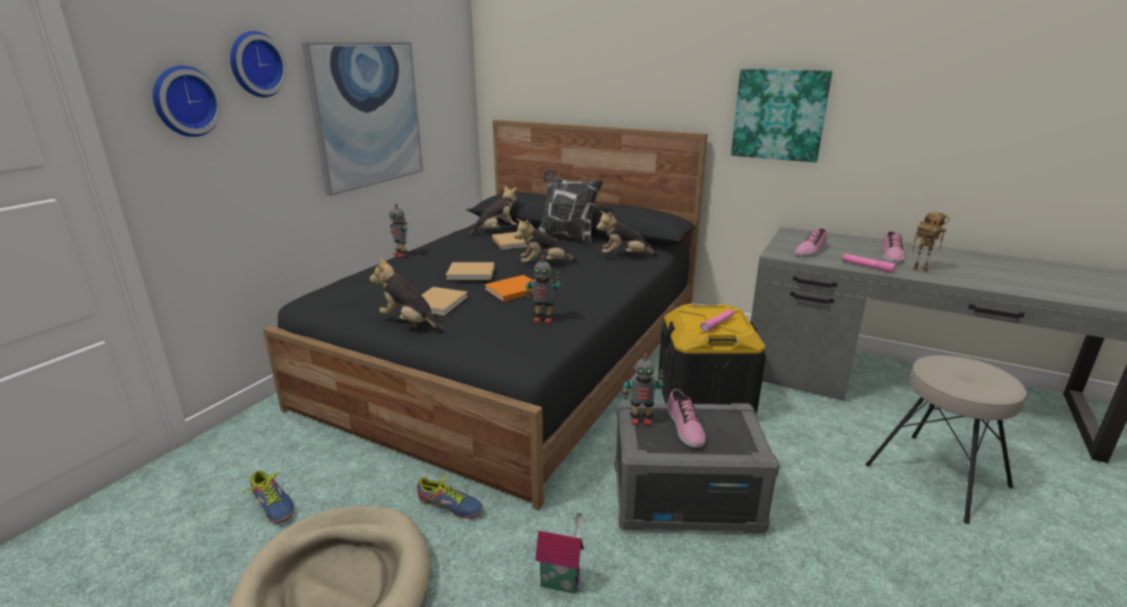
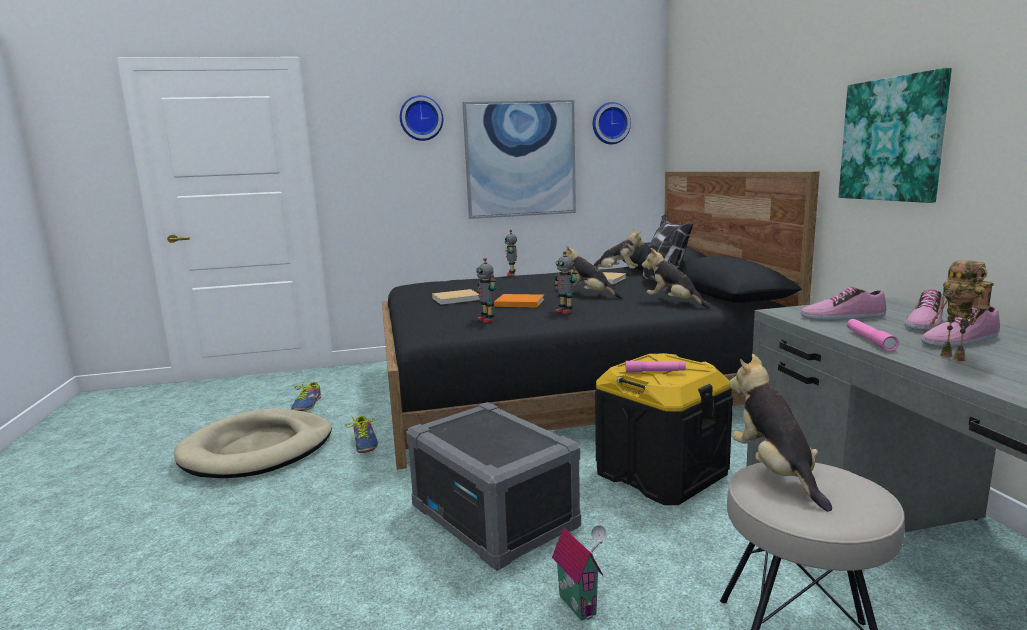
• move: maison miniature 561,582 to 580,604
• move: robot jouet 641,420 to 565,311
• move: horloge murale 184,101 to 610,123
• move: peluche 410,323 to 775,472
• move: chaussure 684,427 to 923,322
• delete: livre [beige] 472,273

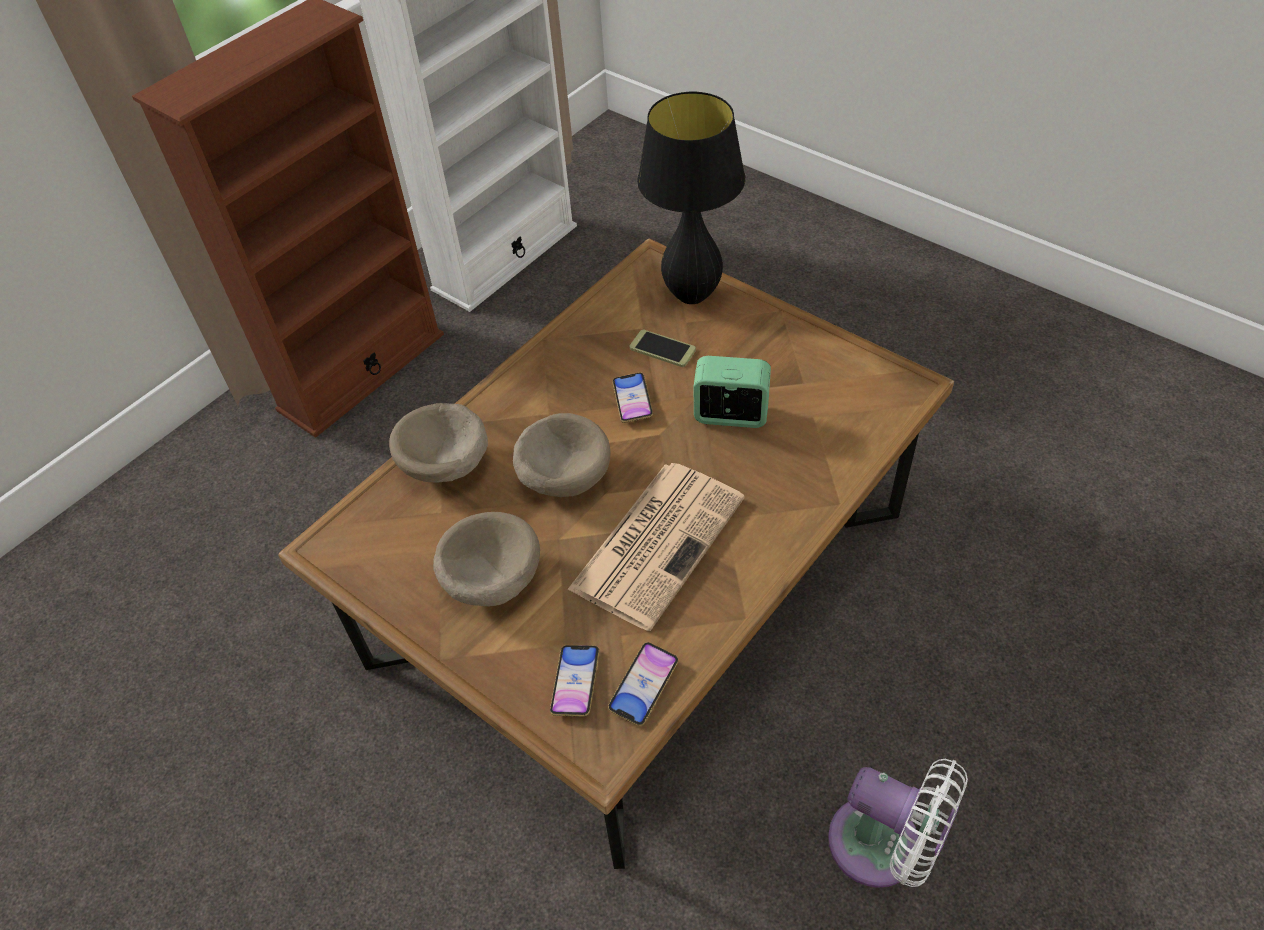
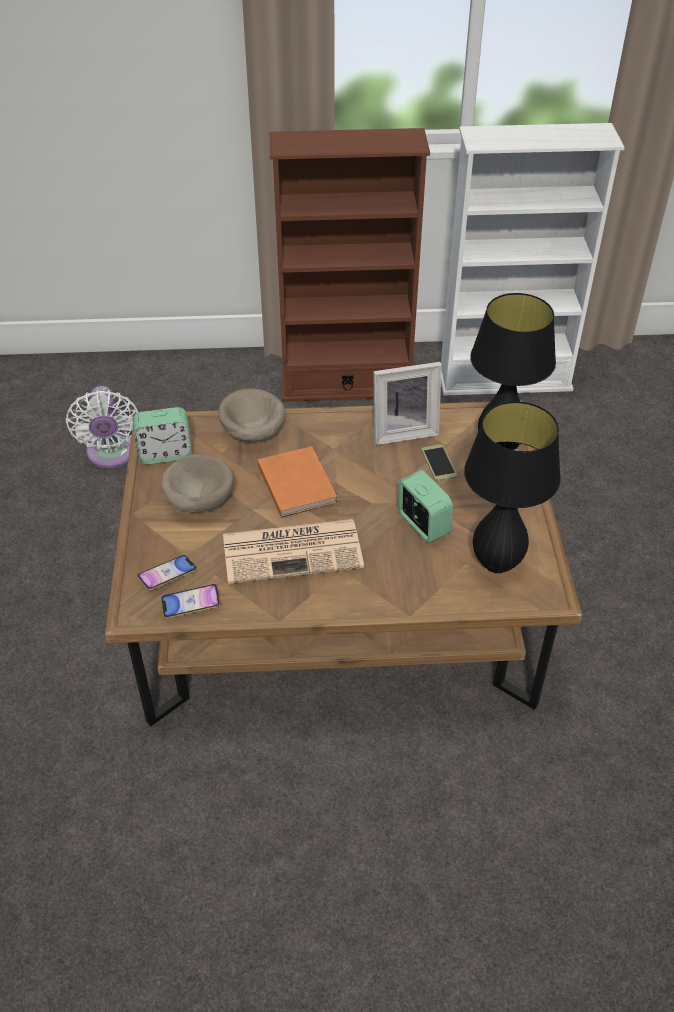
• move: ventilateur [blanc] 884,847 to 112,455
• insert: réveil 165,454
• replace: bol [beige] 563,475 to livre [orange] 297,482
• insert: cadre photo 403,431
• insert: lampe de table [noir] 496,564
• delete: téléphone 632,401

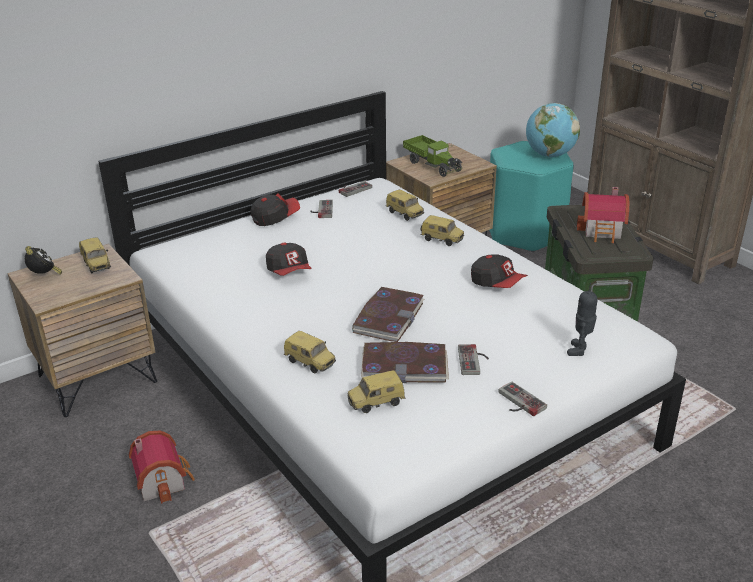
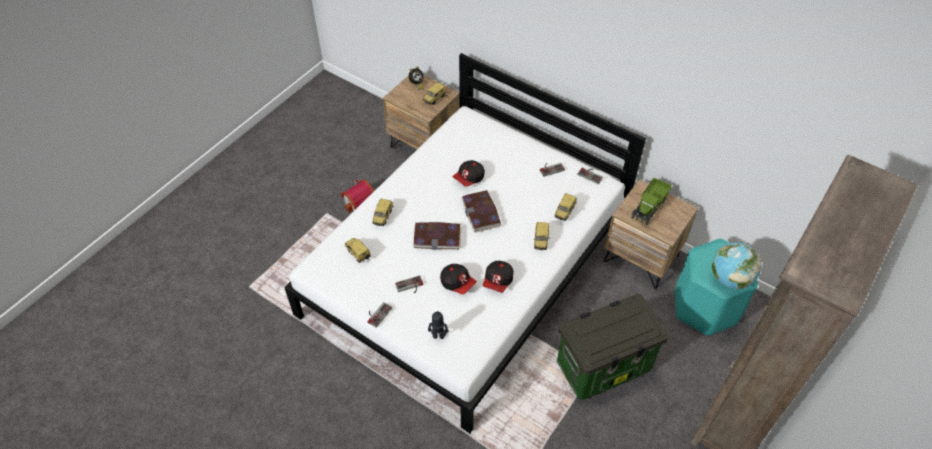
• move: casquette 275,218 to 457,283
• move: livre 404,366 to 481,213
• delete: maison miniature 603,231

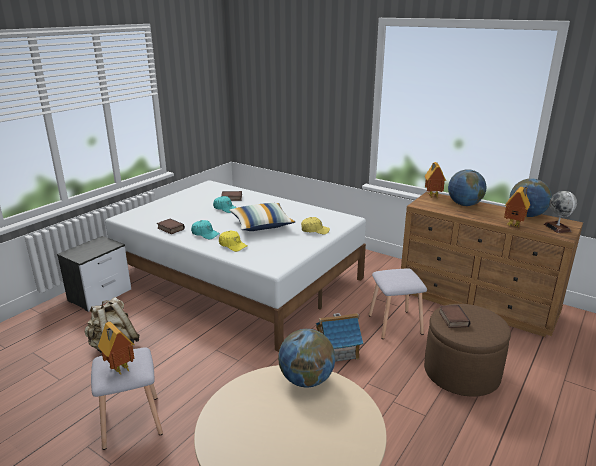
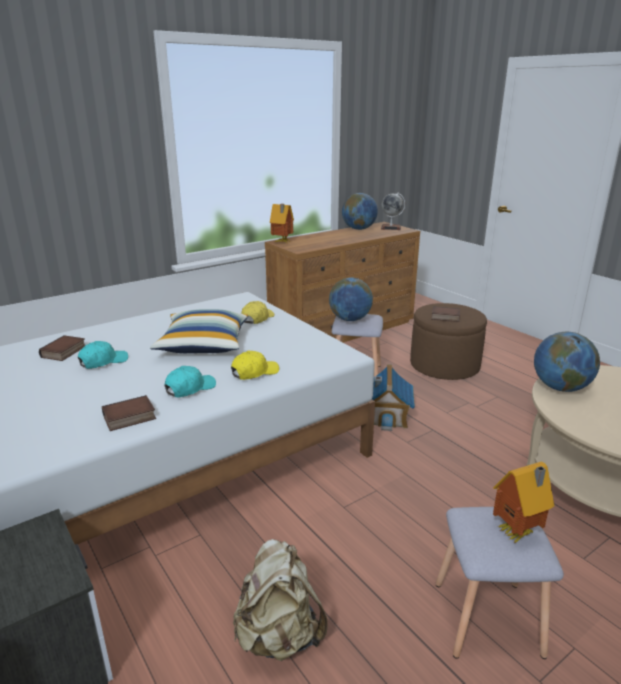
• move: globe 464,204 to 350,319
• delete: maison miniature 514,225

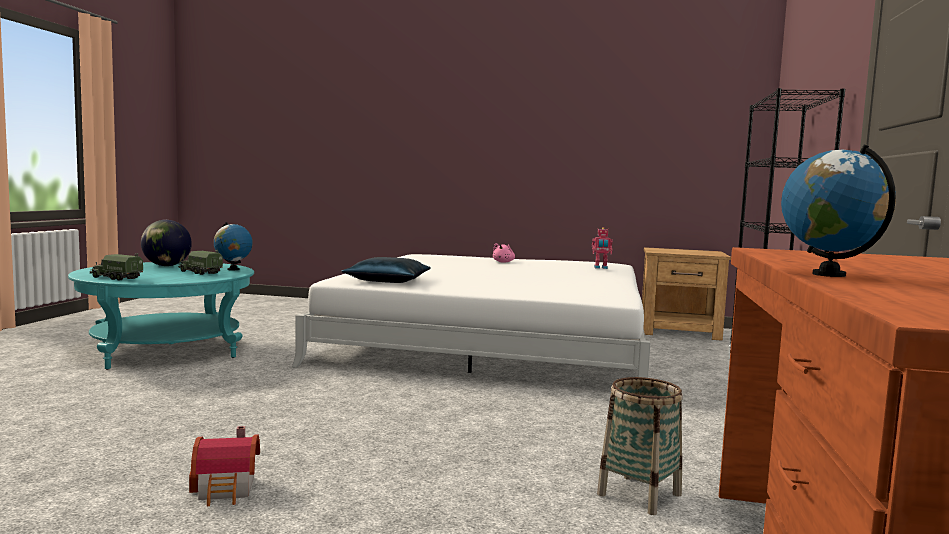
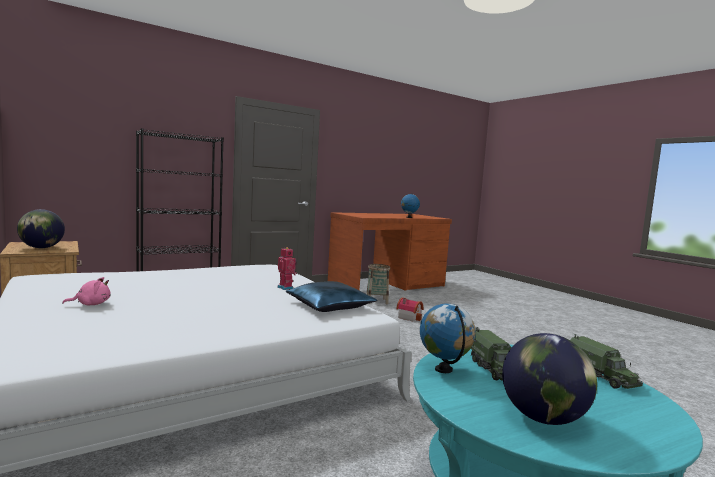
• insert: globe 41,248
• move: robot jouet 600,268 to 286,287
• move: maison miniature 228,490 to 409,317

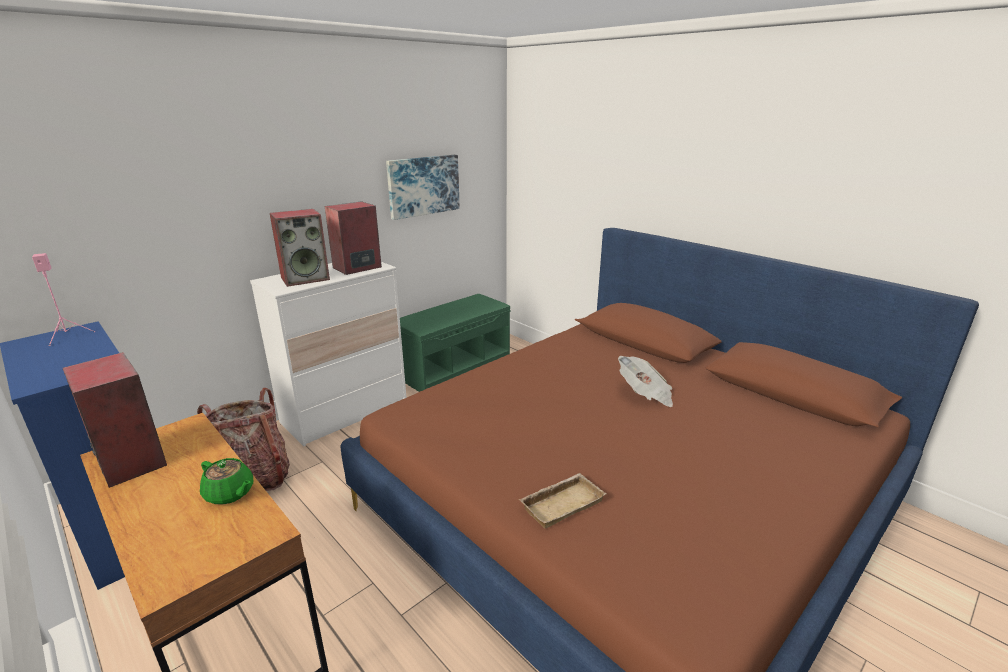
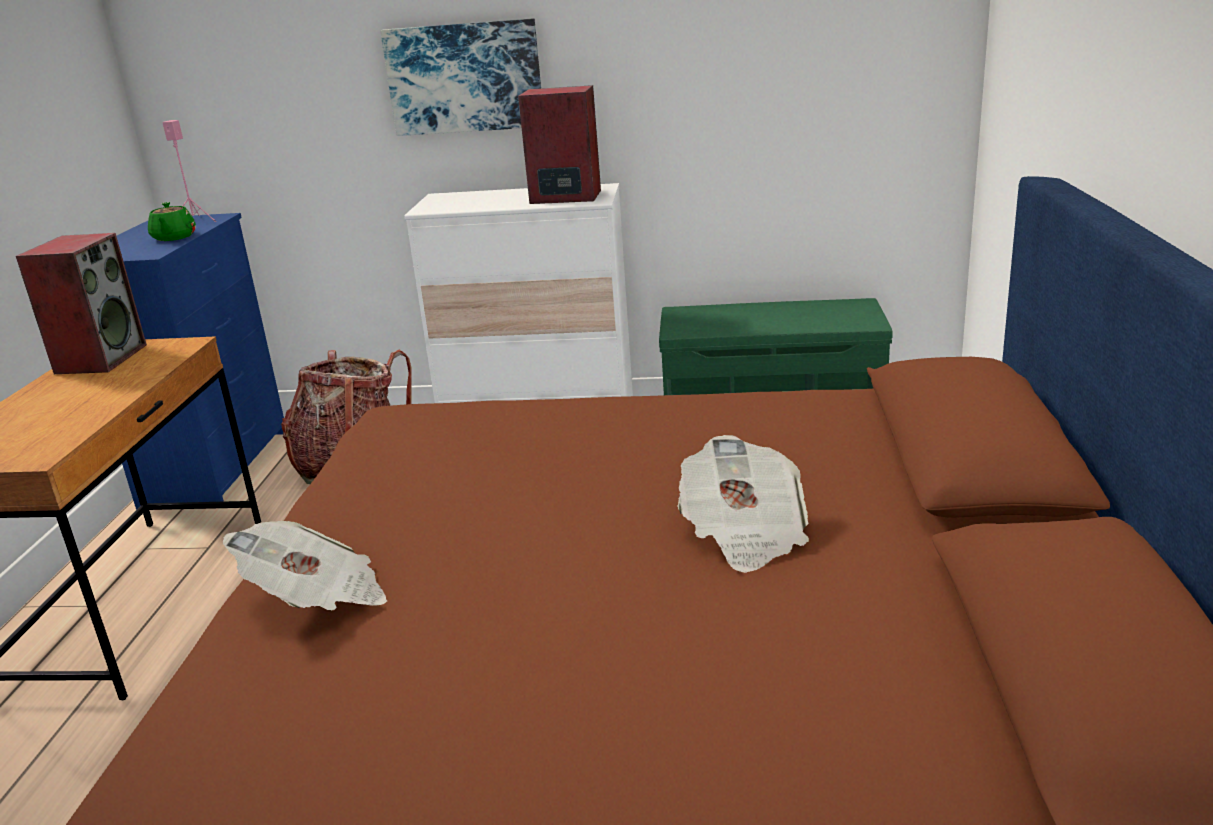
• move: théière [vert] 230,493 to 174,238
• replace: plateau [beige] 562,503 to journal 317,599
• move: tableau 423,186 to 465,77
• delete: enceinte 305,278

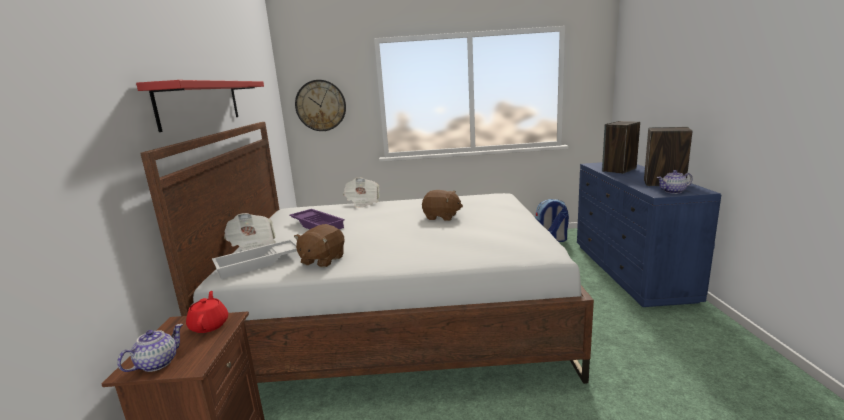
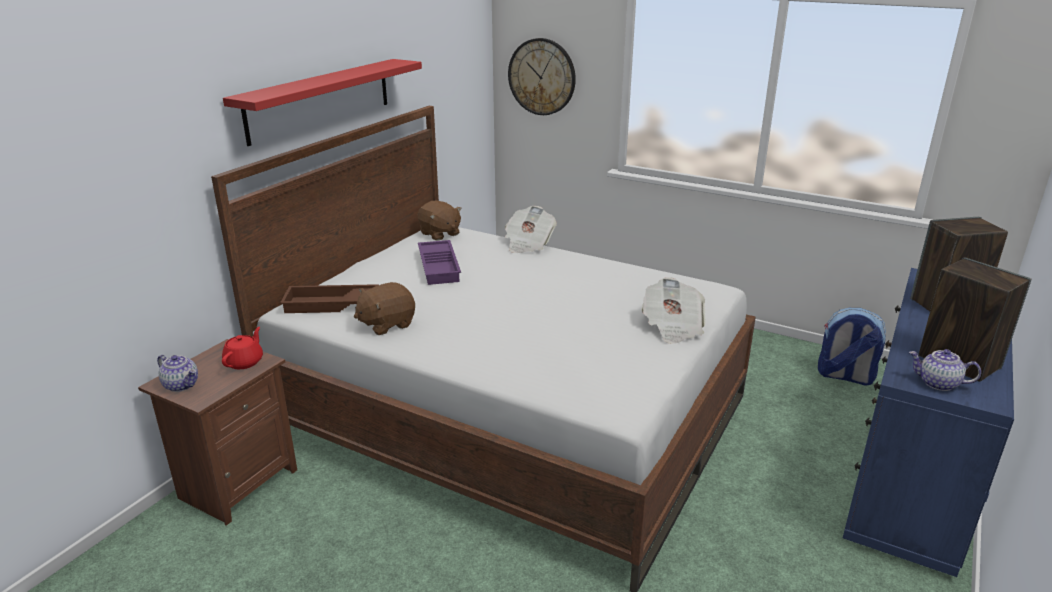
• rotate: théière 157,363 = 182,385 60 degrees clockwise
• recolor: plateau [blanc] 258,263 to plateau [marron] 330,305
• move: peluche [marron] 441,217 to 439,234
• move: journal 252,246 to 672,327

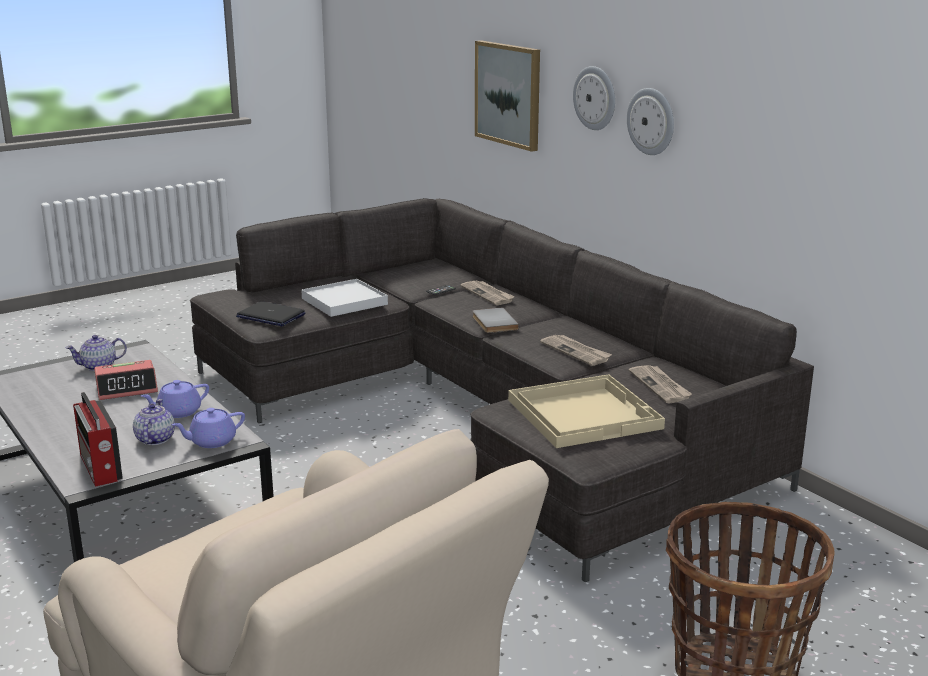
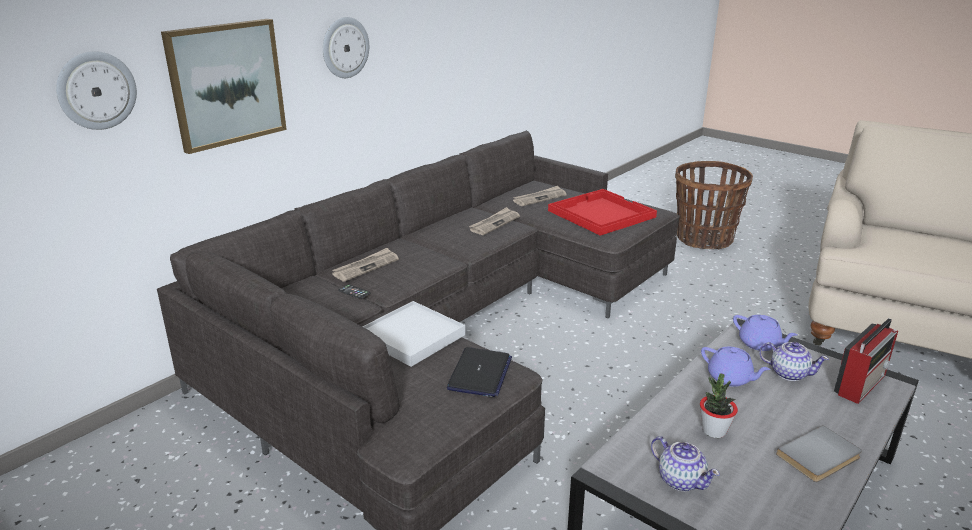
• move: horloge murale 651,121 to 96,90
• recolor: plateau [beige] 584,413 to plateau [rouge] 600,214
• replace: réveil 127,388 to plante en pot 714,431
• rotate: théière 154,439 = 788,373 135 degrees counterclockwise
• move: livre [gris] 493,323 to 820,457

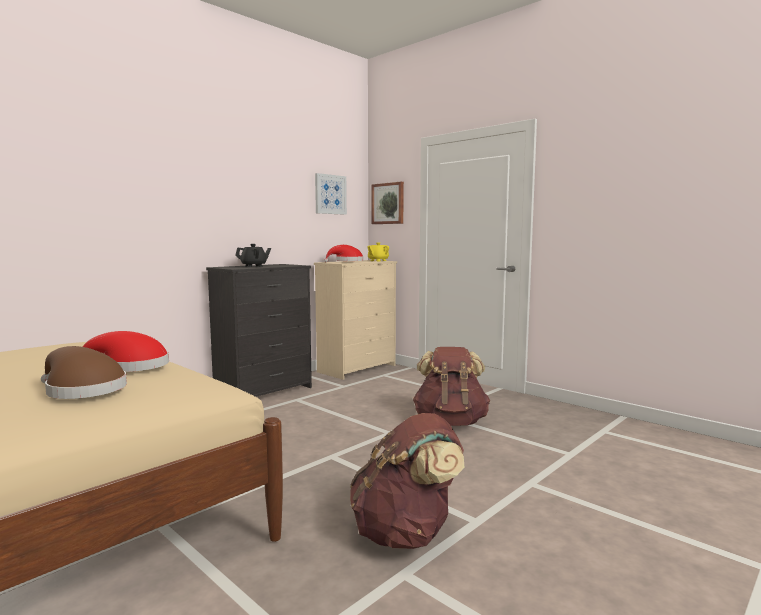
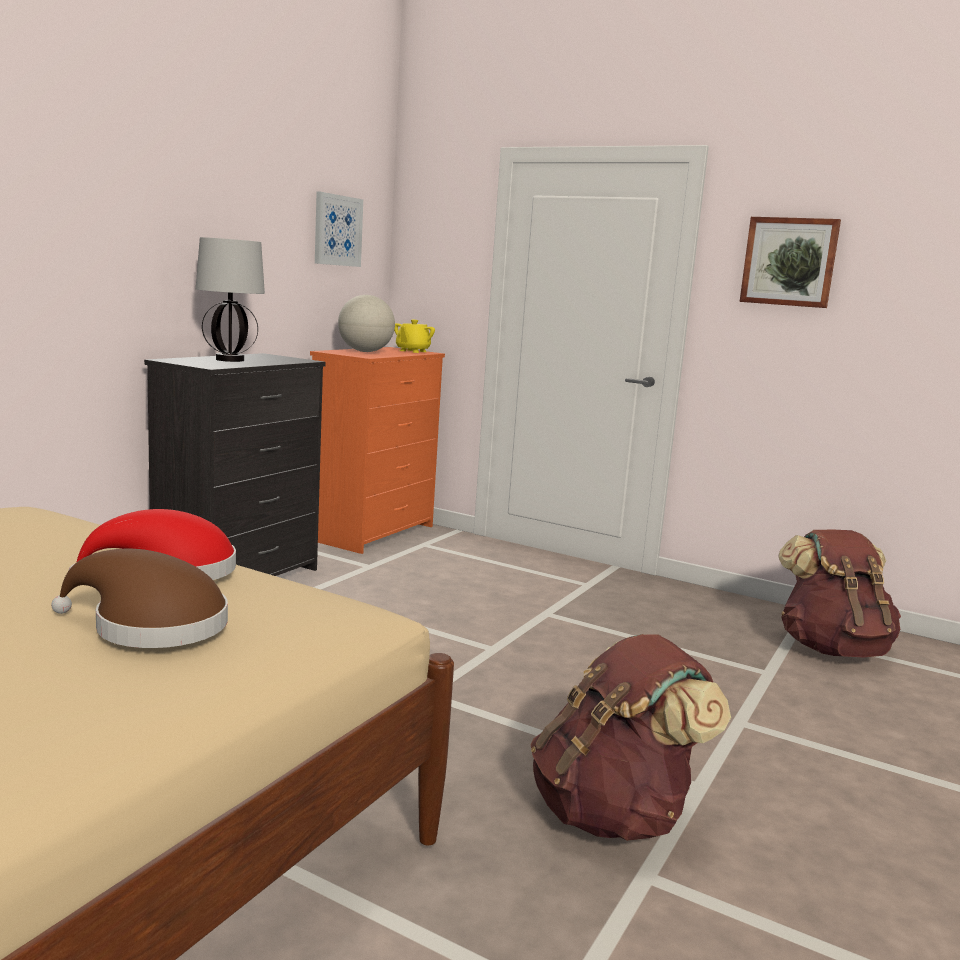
• replace: théière [noir] 254,266 to lampe de table 229,360
• recolor: commode [beige] 358,368 to commode [orange] 374,533
• replace: chapeau [rouge] 347,261 to globe 365,351
• move: tableau 388,203 to 789,262
• move: sac à dos [marron] 450,422 to 832,649

